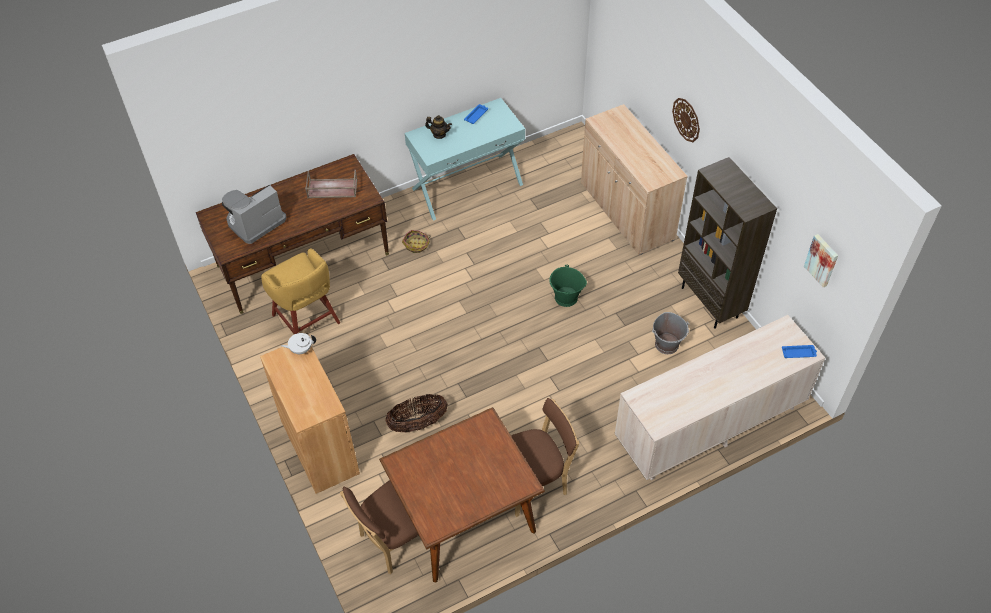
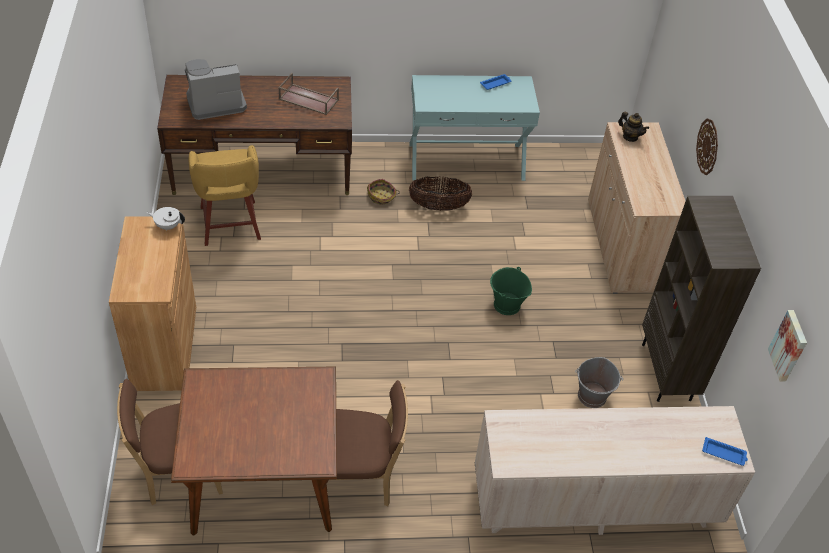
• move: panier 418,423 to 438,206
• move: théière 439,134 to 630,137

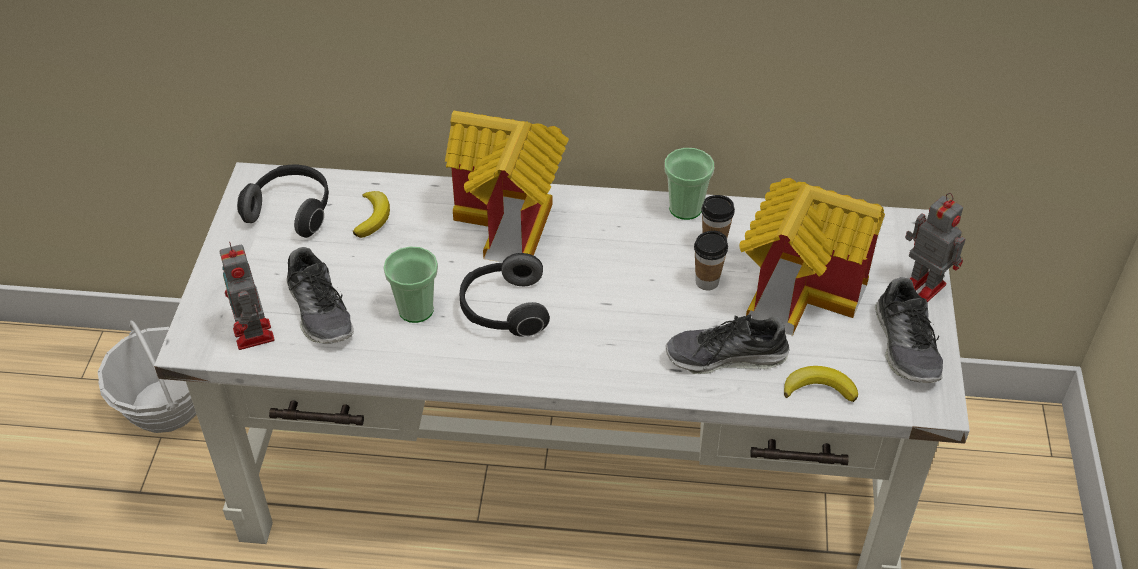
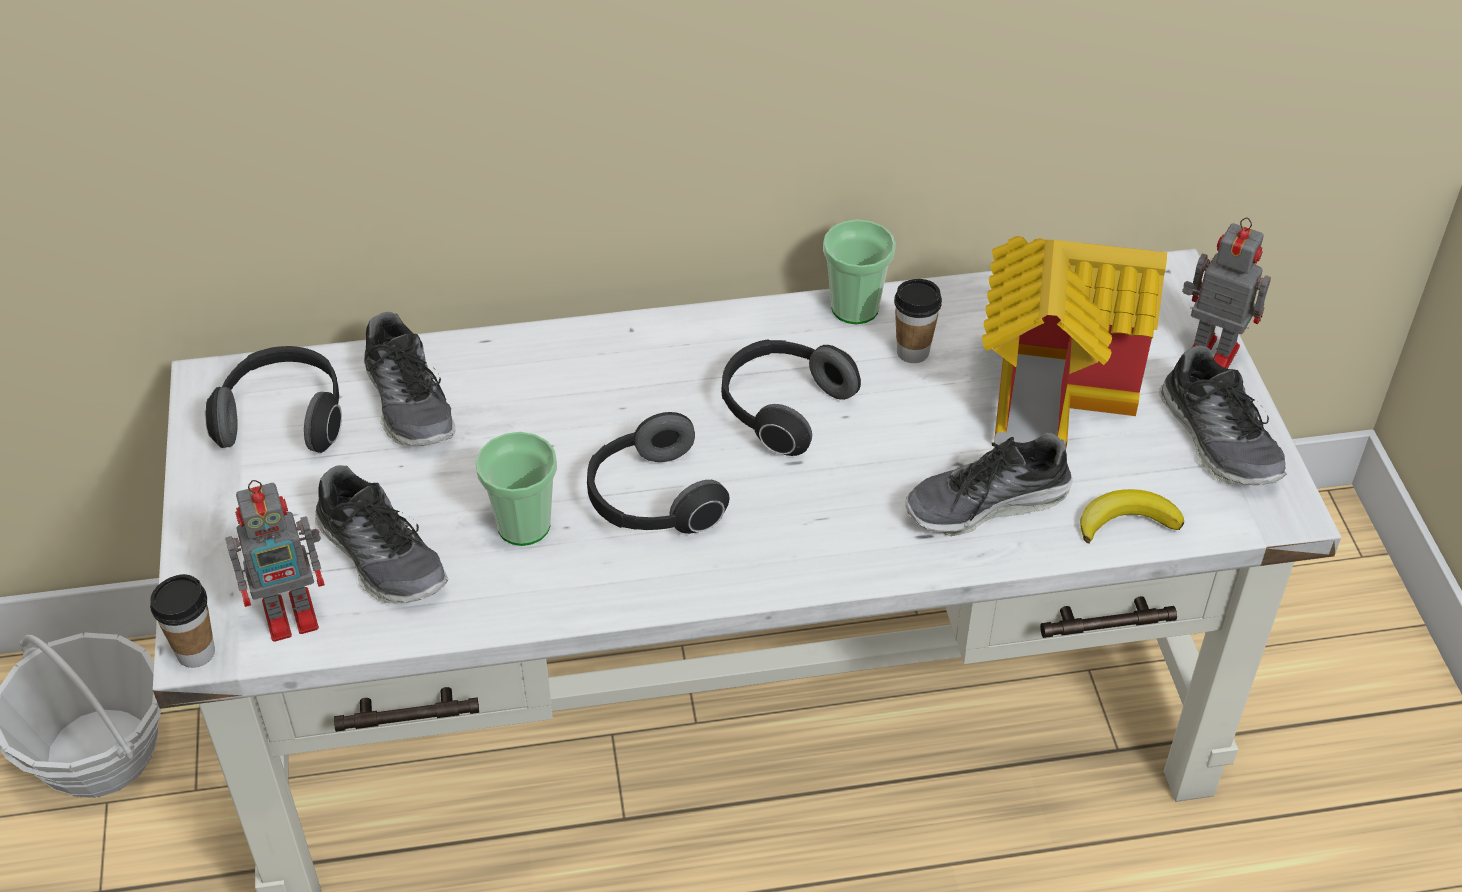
• move: tasse 707,282 to 196,652
• rotate: robot jouet 254,336 = 294,613 75 degrees counterclockwise
• replace: banane 373,216 to chaussure 410,403
• insert: casque audio 782,409
• delete: maison miniature 512,224

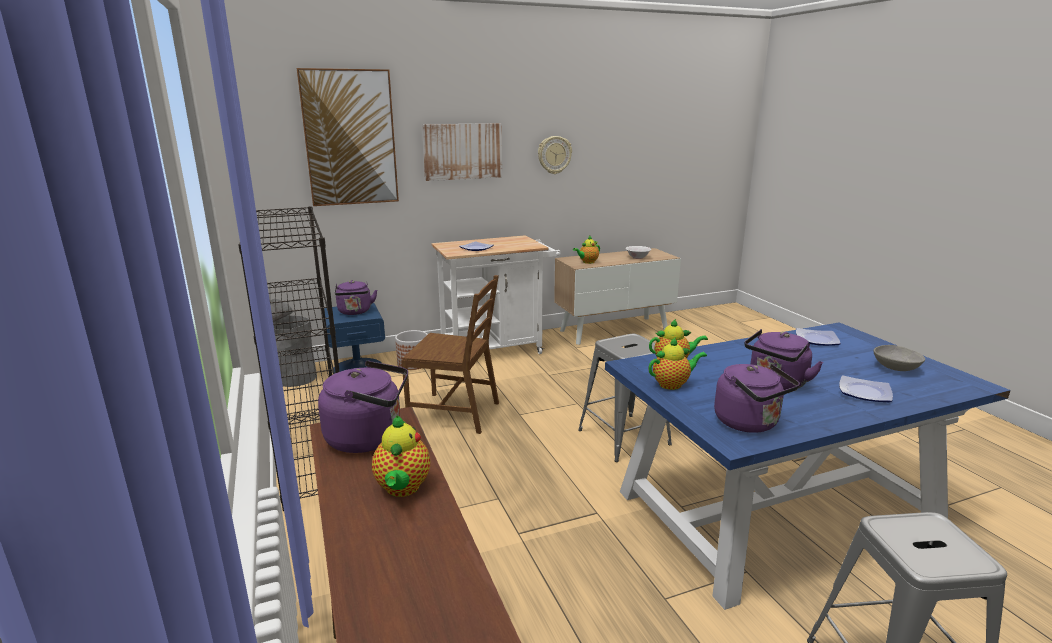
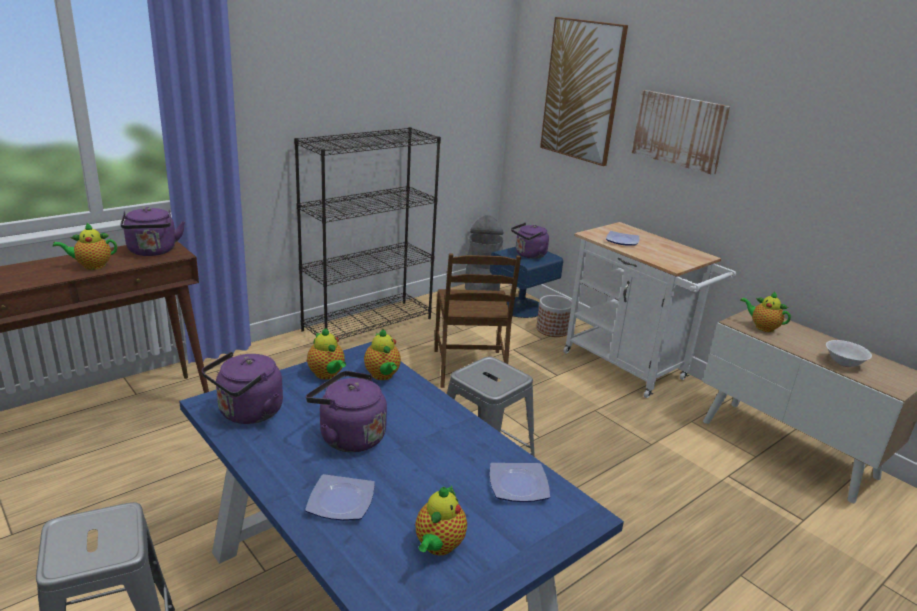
• replace: bol [gris] 895,368 to théière 438,546
• delete: horloge murale 554,155

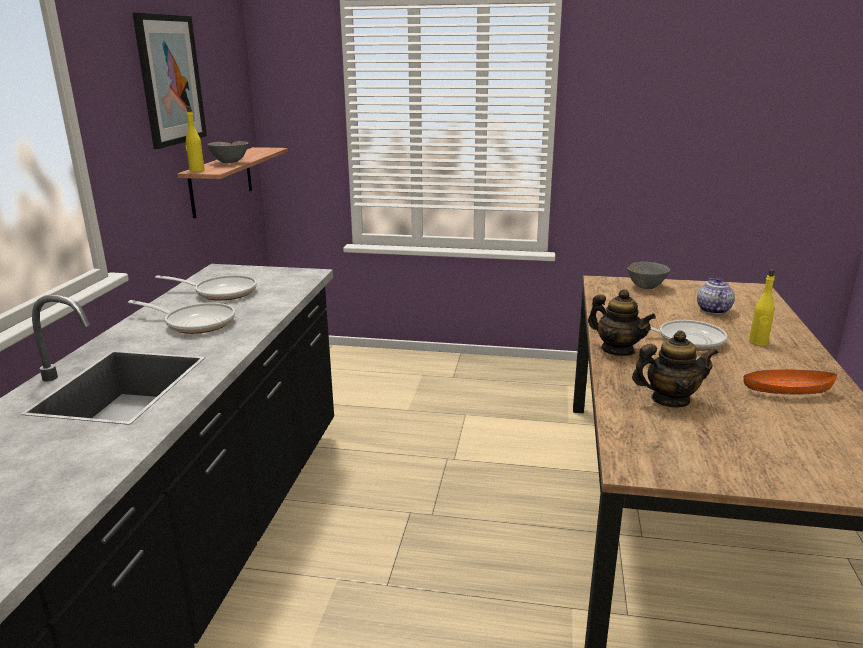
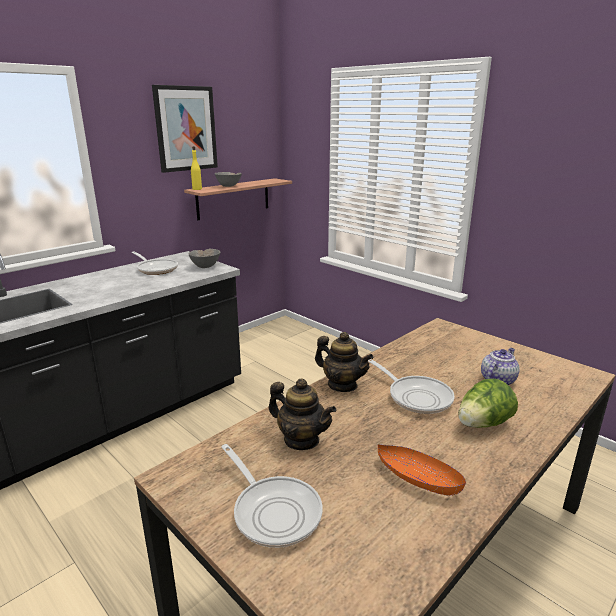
• move: bol [gris] 645,287 to 205,267
• move: poêle 195,323 to 273,511
• rotate: théière 617,350 = 342,385 45 degrees counterclockwise
• replace: bouteille [jaune] 758,342 to laitue 483,424

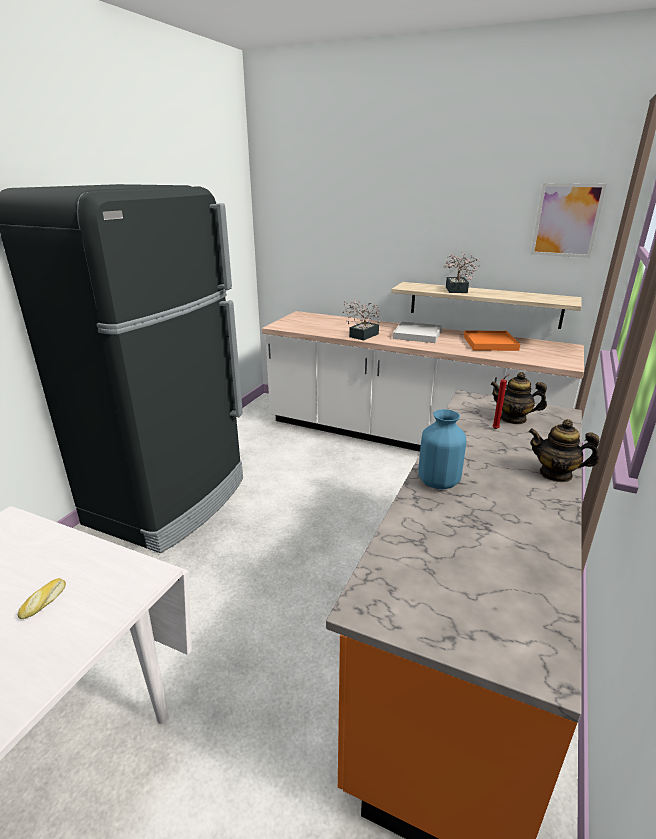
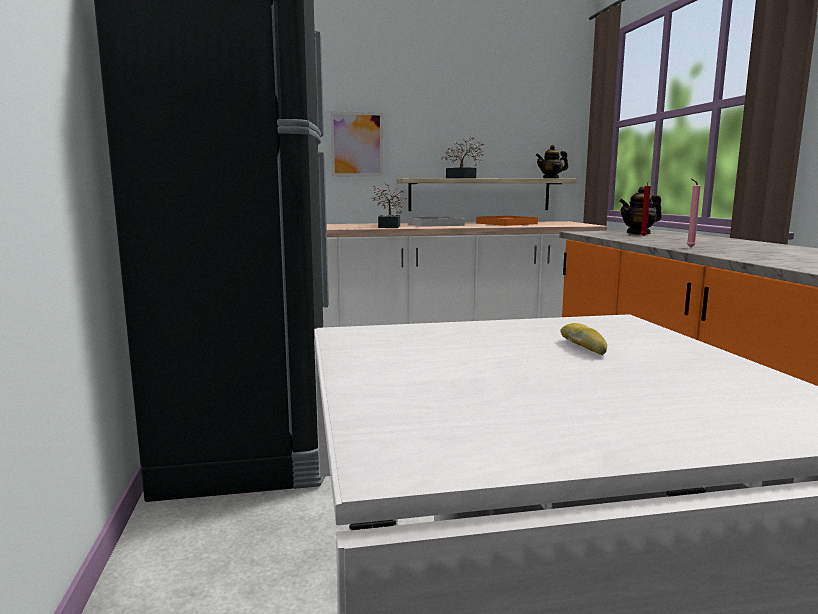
• move: tableau 566,220 to 357,144
• move: théière 556,474 to 551,178
• replace: vase [bleu] 438,481 to bougie [rose] 689,247

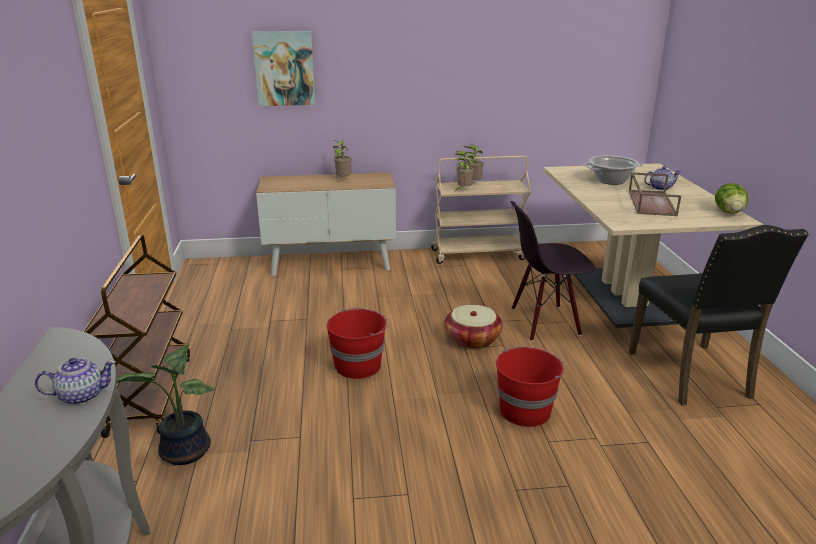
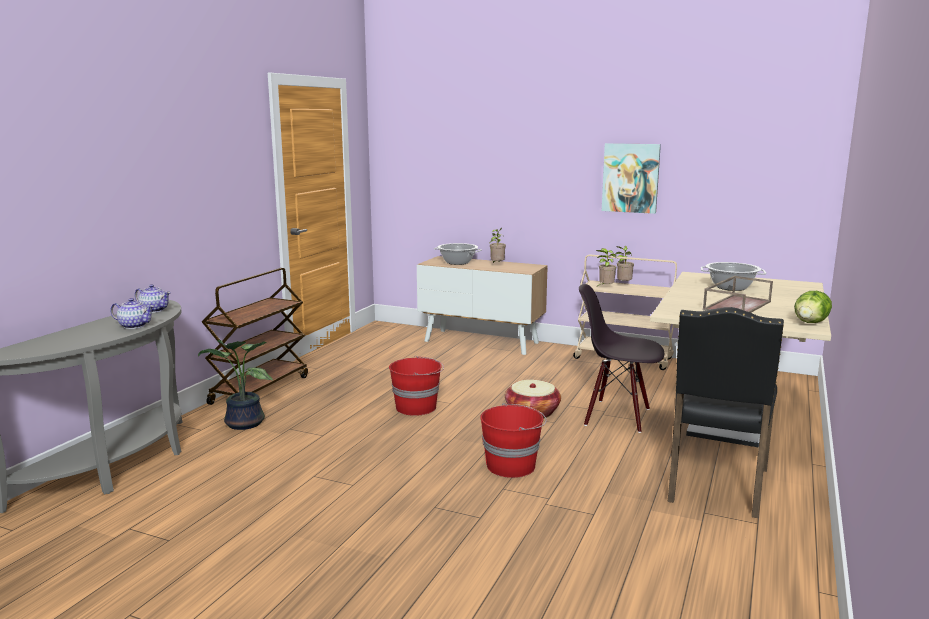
• move: théière 660,188 to 154,310
• insert: marmite 457,262
• move: tableau 284,68 to 630,178

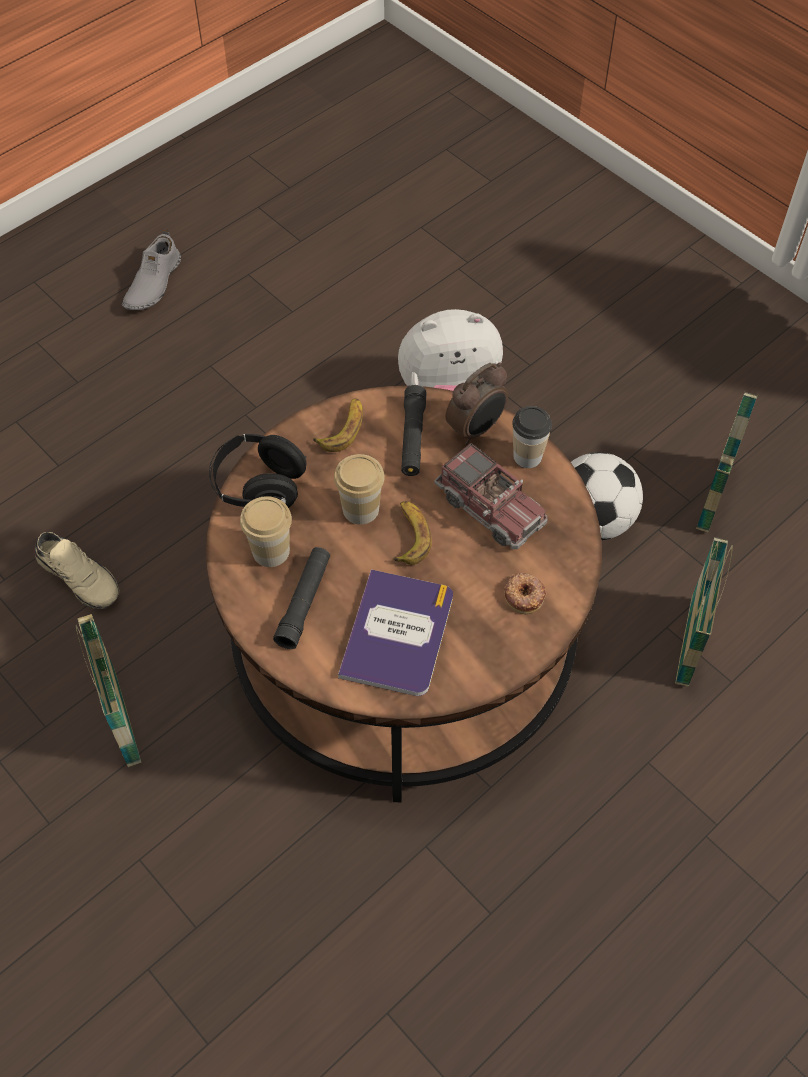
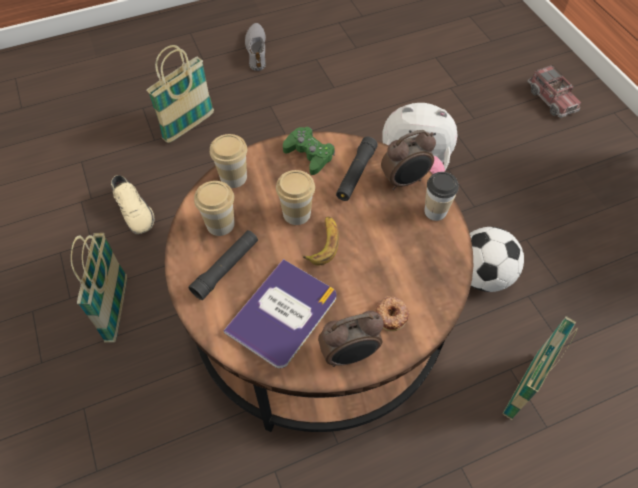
• move: panier 714,496 to 189,127
• replace: casque audio [noir] 259,487 to tasse 233,177
• rotate: chaussure [gris] 152,283 = 257,50 135 degrees clockwise
• replace: banane 343,429 to manette [vert] 309,154
• insert: réveil 349,355
• move: camion jouet 490,507 to 551,99

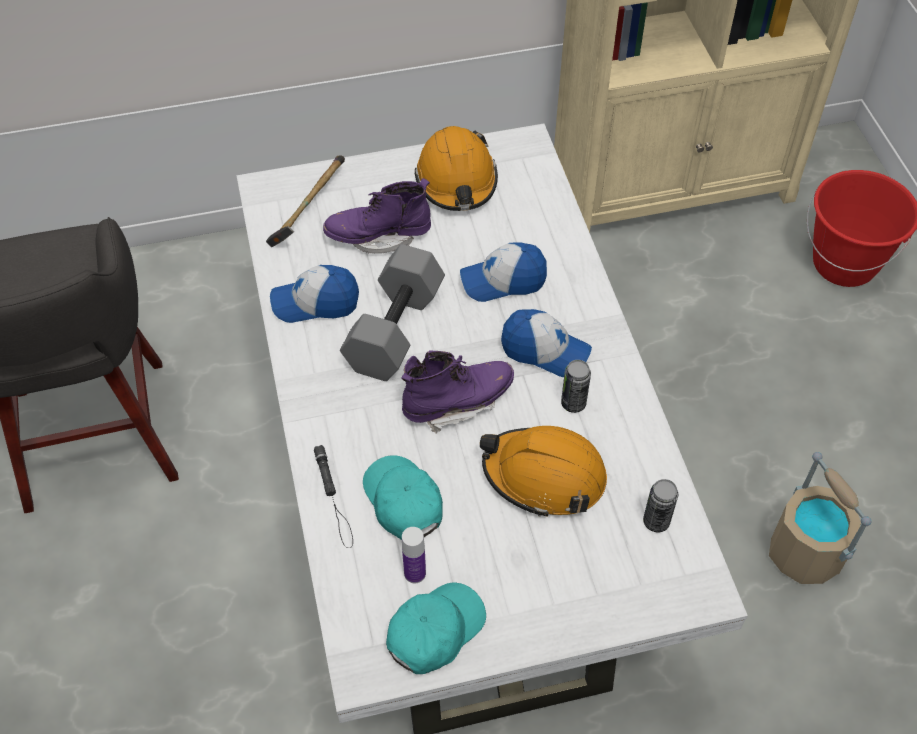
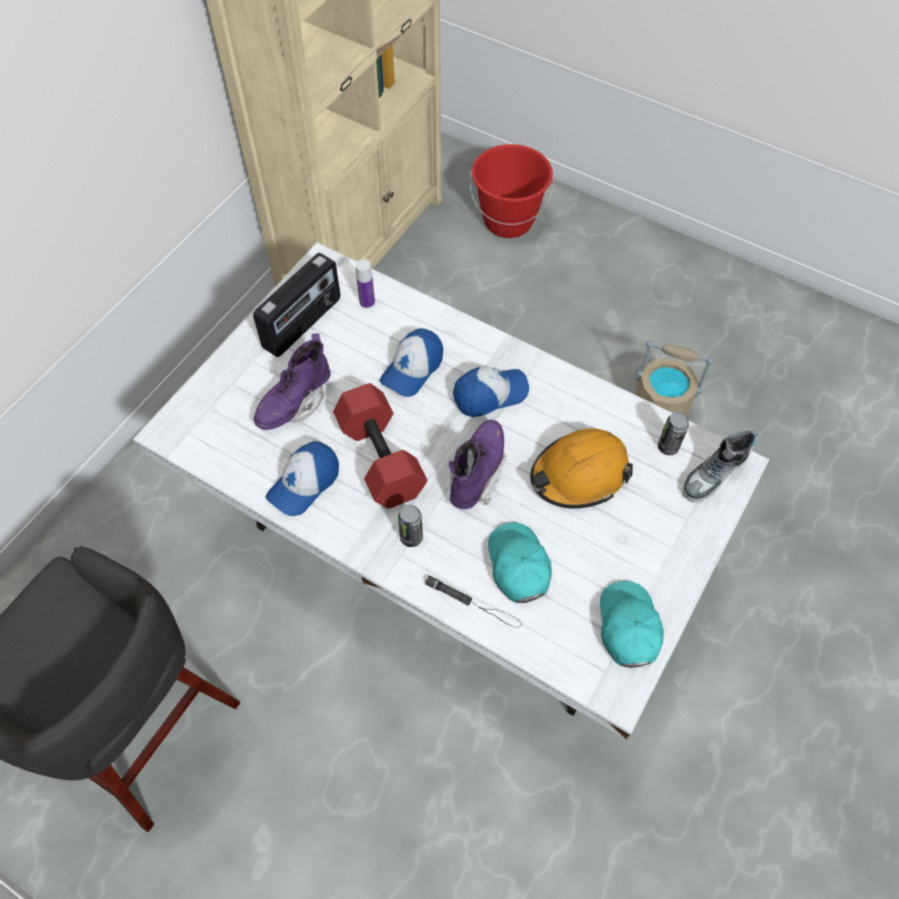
• replace: casque de chantier [orange] 457,180 to radio 303,324
• recolor: haltère [gris] 393,328 to haltère [rouge] 378,458
• move: bouteille 415,573 to 367,302
• move: boîte métallique 573,403 to 411,537
• rotate: casquette [turquoise] 403,502 = 518,566 60 degrees clockwise
• insert: chaussure 714,475
• delete: marteau 308,211

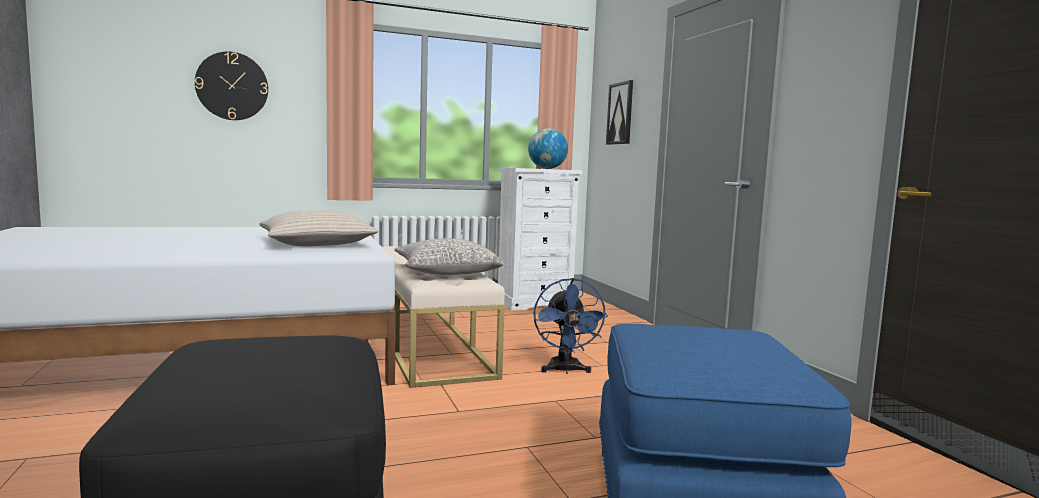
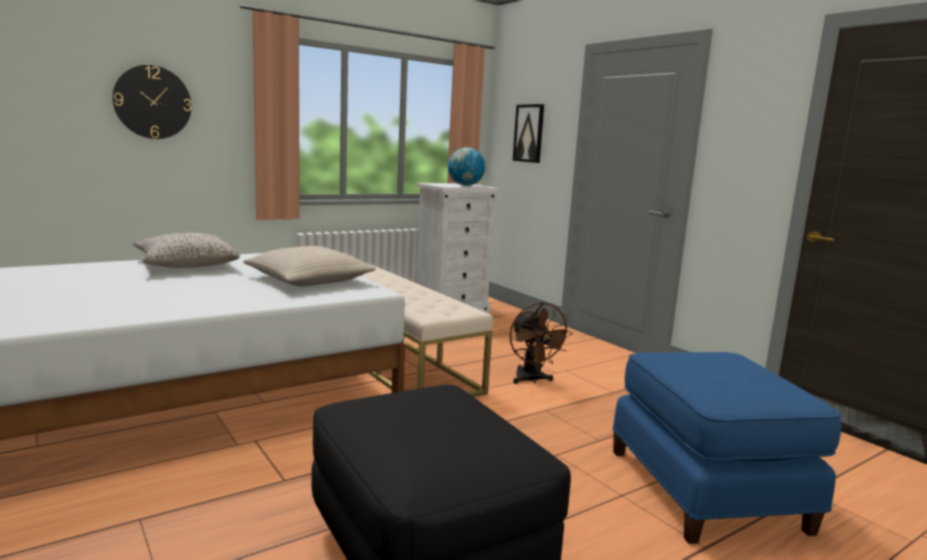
• move: coussin [gris] 445,272 to 185,265
• recolor: ventilateur [bleu] 565,370 to ventilateur [marron] 531,380

